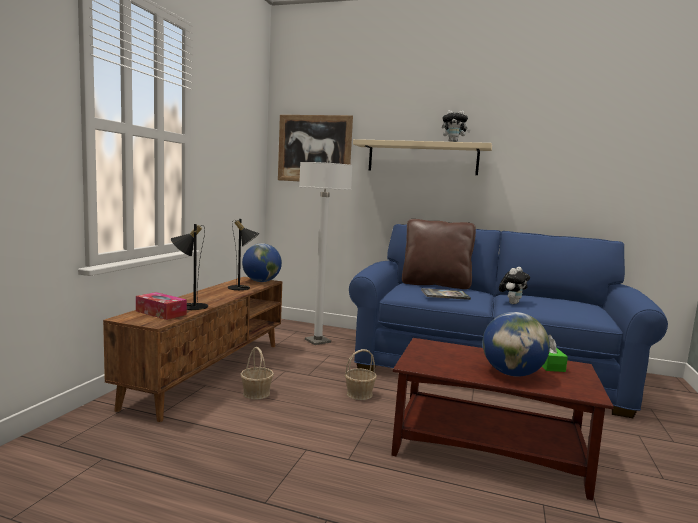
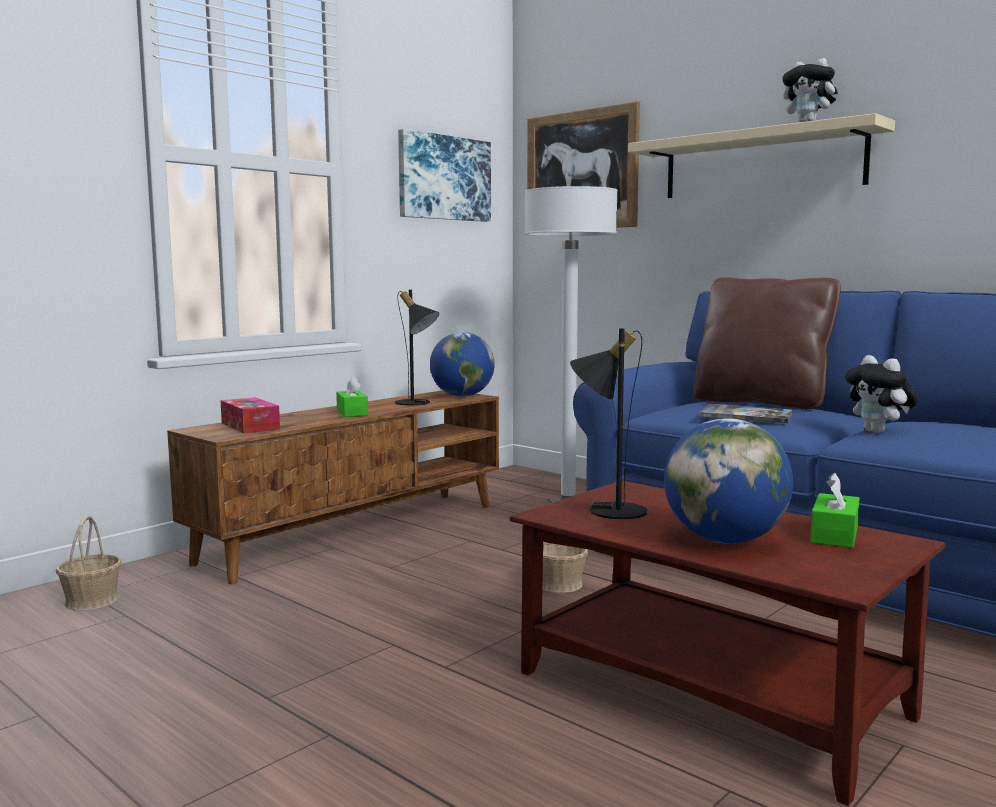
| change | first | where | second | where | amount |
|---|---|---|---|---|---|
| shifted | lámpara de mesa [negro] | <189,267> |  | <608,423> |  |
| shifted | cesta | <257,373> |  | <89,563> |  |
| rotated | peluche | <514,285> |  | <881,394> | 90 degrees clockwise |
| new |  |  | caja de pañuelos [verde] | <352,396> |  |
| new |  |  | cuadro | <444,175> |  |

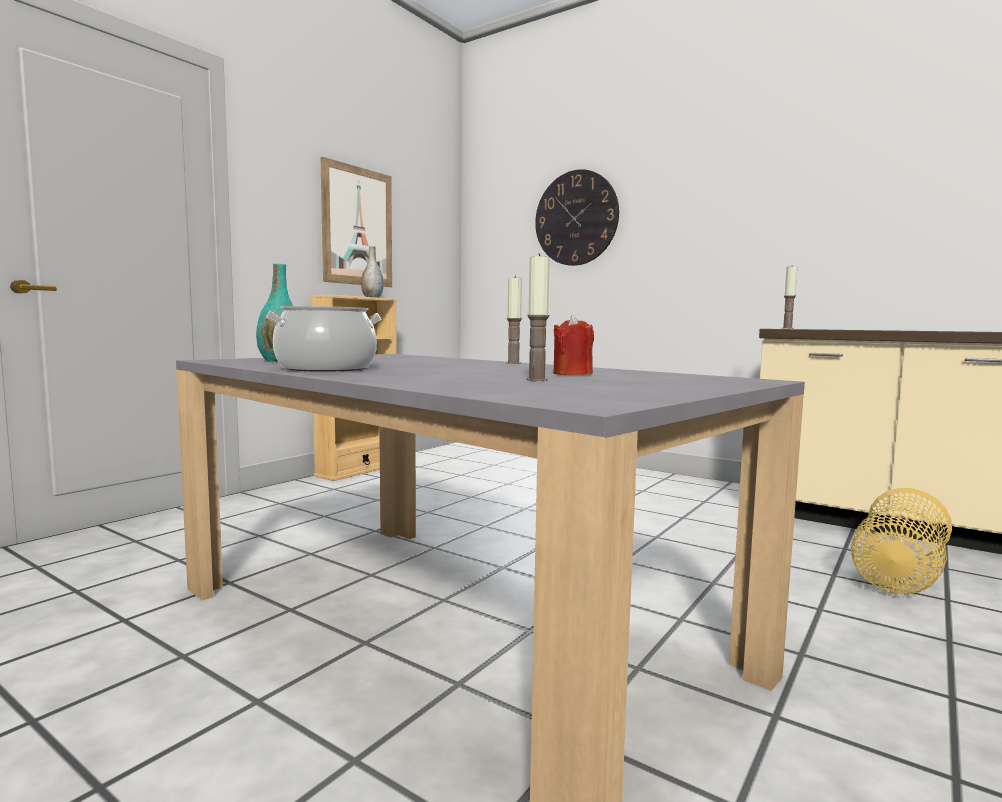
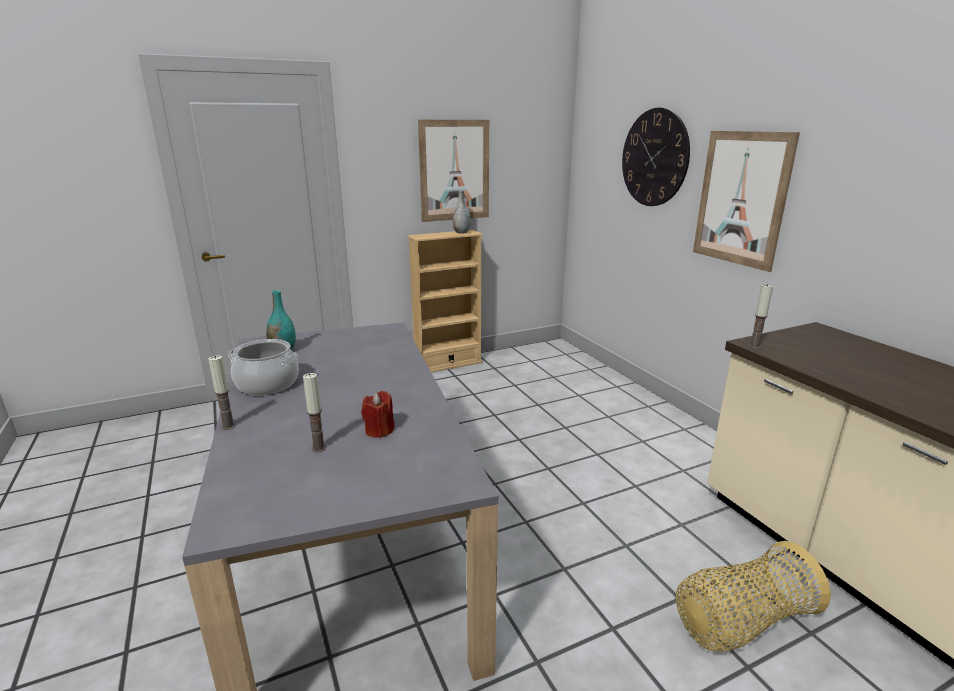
| change | first | where | second | where | amount |
|---|---|---|---|---|---|
| shifted | vela | <514,319> |  | <222,392> |  |
| new |  |  | cuadro | <746,201> |  |

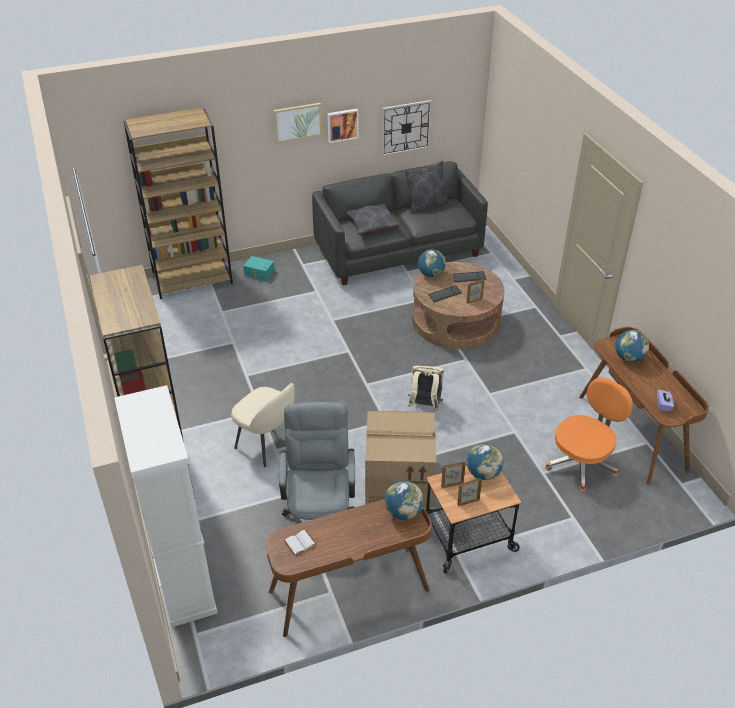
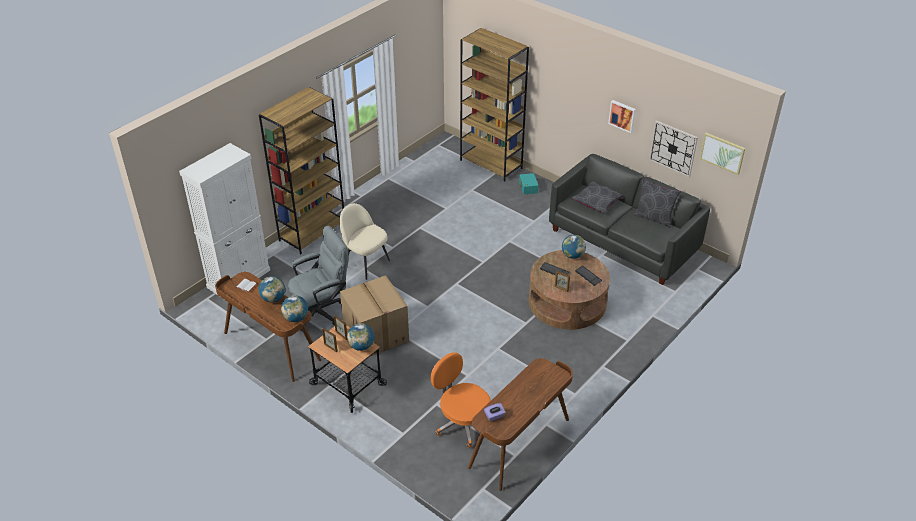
| change | first | where | second | where | amount |
|---|---|---|---|---|---|
| rotated | silla [beis] | <263,425> |  | <365,241> | 120 degrees clockwise |
| shifted | cuadro | <297,123> |  | <722,154> |  |
| gone | mochila [beis] | <426,388> |  |  |  |
| rotated | silla de oficina [naranja] | <589,435> |  | <461,400> | 150 degrees counterclockwise |
| shifted | globo terráqueo | <632,346> |  | <272,289> |  |

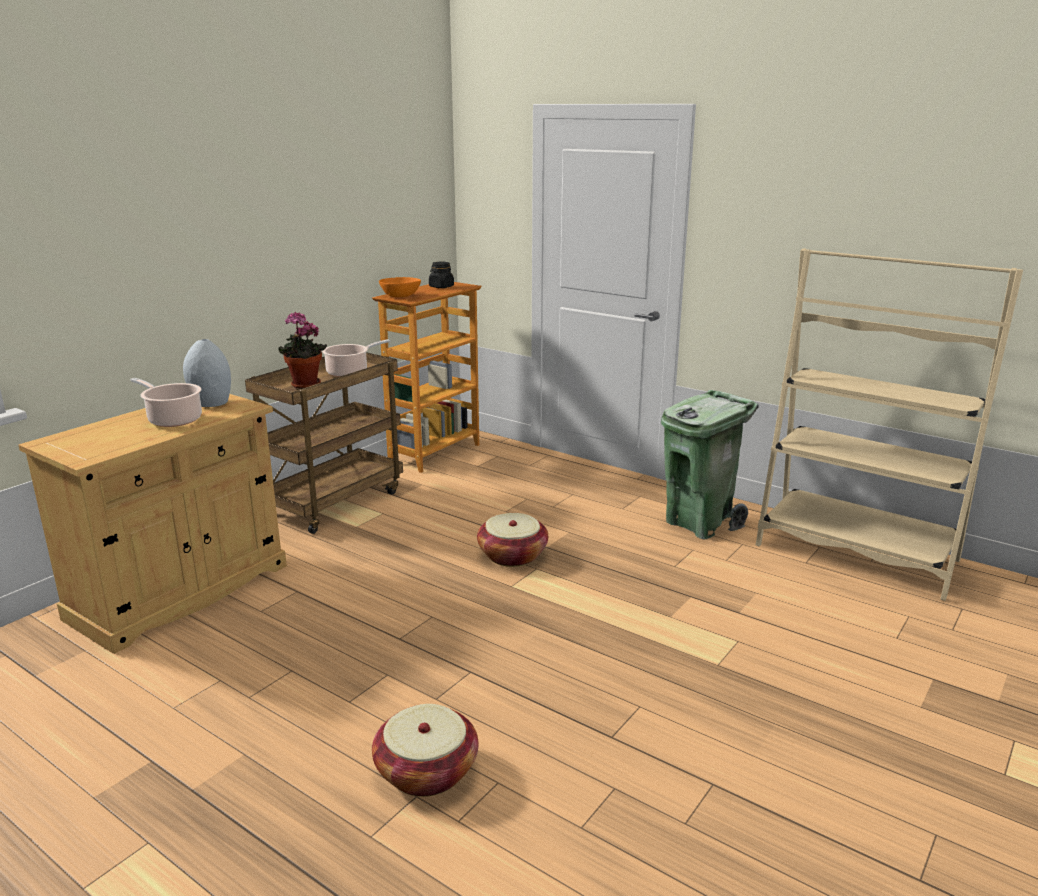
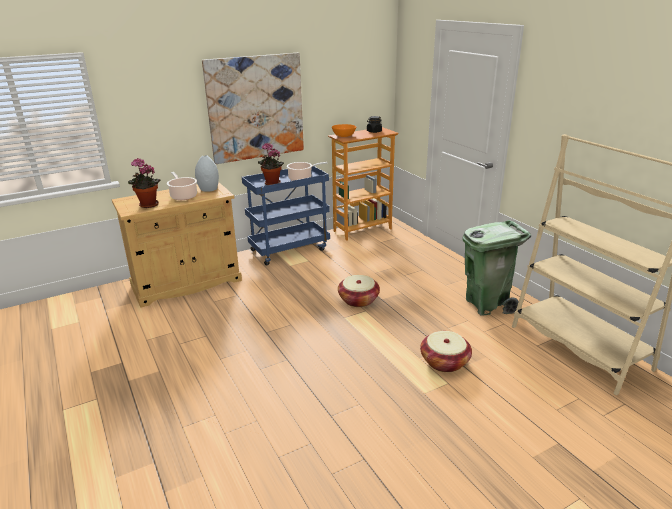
| change | first | where | second | where | amount |
|---|---|---|---|---|---|
| repainted | carrito [marrón] | <324,443> | carrito [azul] | <286,216> |  |
| shifted | cesta | <425,750> |  | <446,351> |  |
| new |  |  | planta en maceta | <144,183> |  |
| new |  |  | cuadro | <253,108> |  |

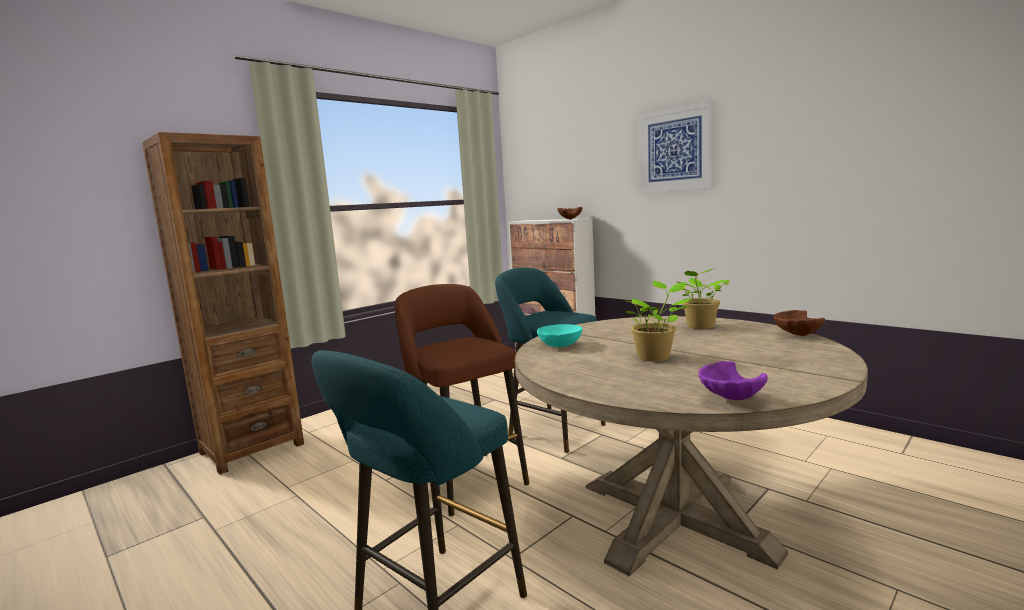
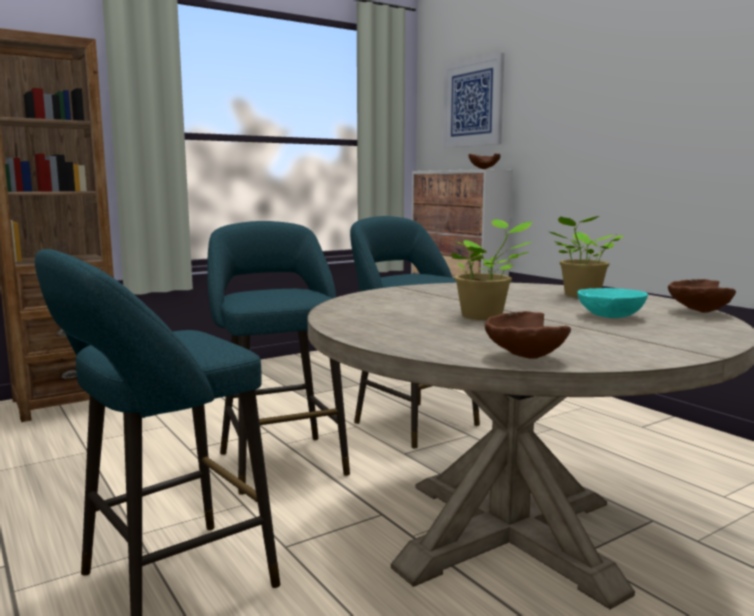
| change | first | where | second | where | amount |
|---|---|---|---|---|---|
| repainted | taburete [marrón] | <462,400> | taburete [turquesa] | <278,358> |  |
| shifted | cuenco [turquesa] | <560,335> |  | <613,303> |  |
| shifted | cuadro | <676,147> |  | <473,100> |  |
| repainted | cuenco [morado] | <733,380> | cuenco [marrón] | <528,335> |  |

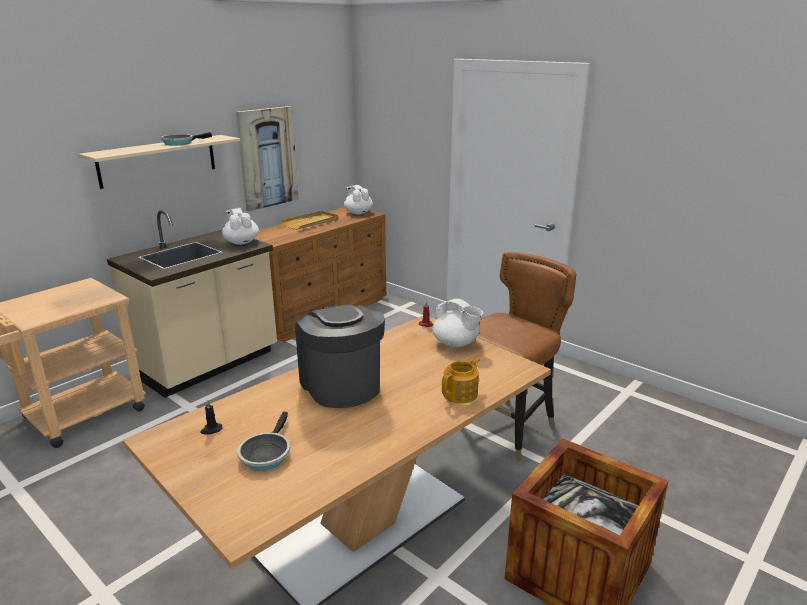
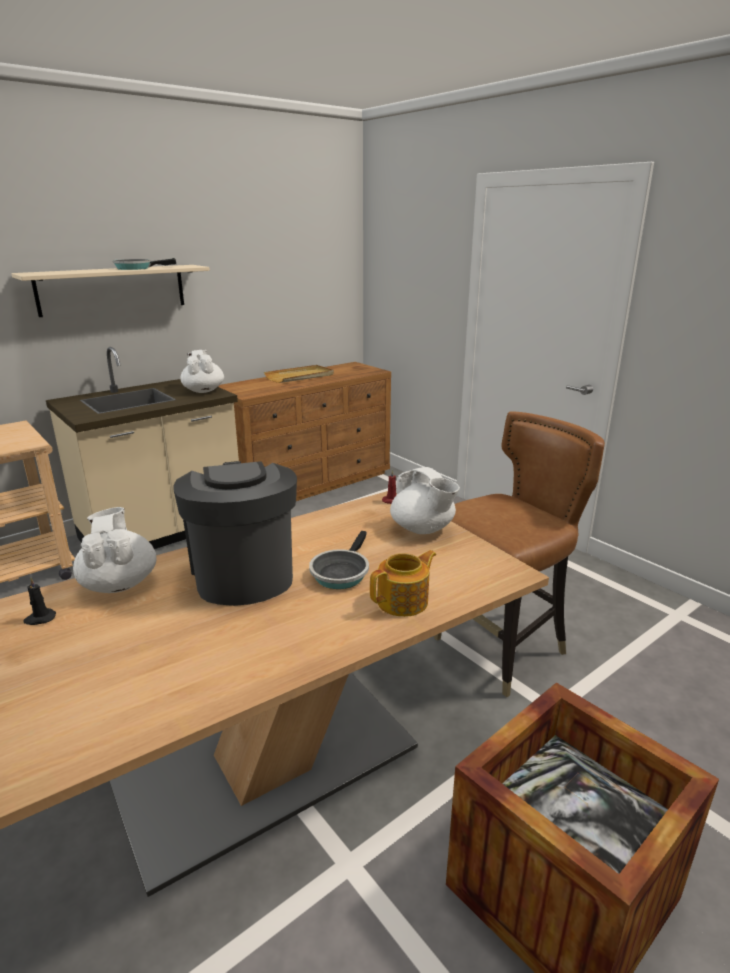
| change | first | where | second | where | amount |
|---|---|---|---|---|---|
| gone | cuadro | <267,158> |  |  |  |
| shifted | sartén | <263,441> |  | <339,560> |  |
| shifted | tetera [blanco] | <358,200> |  | <115,550> |  |

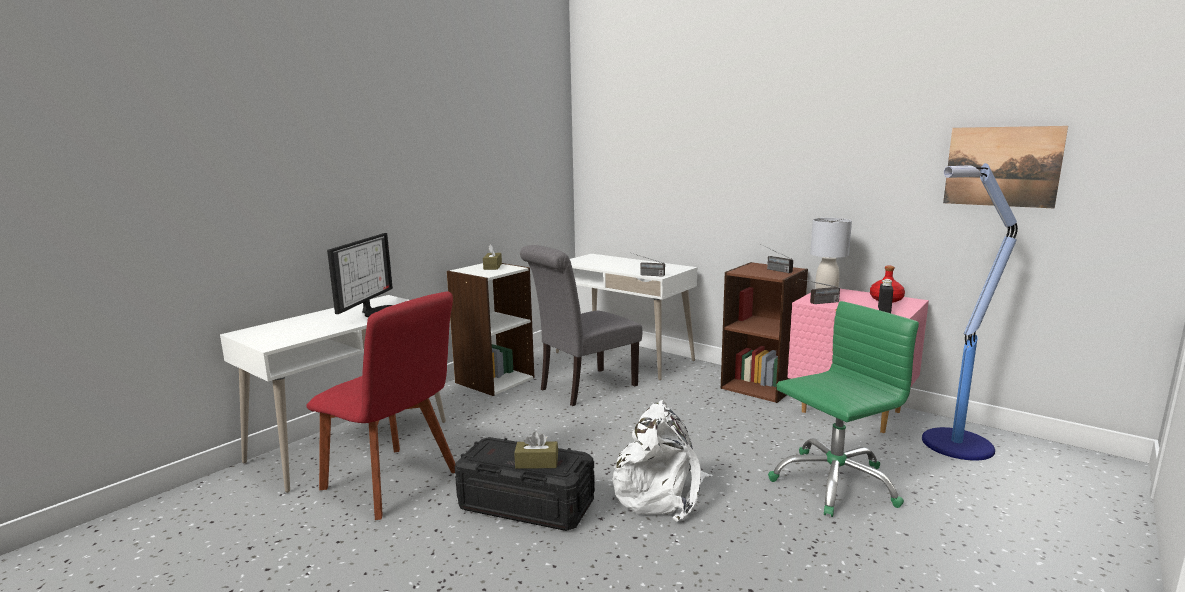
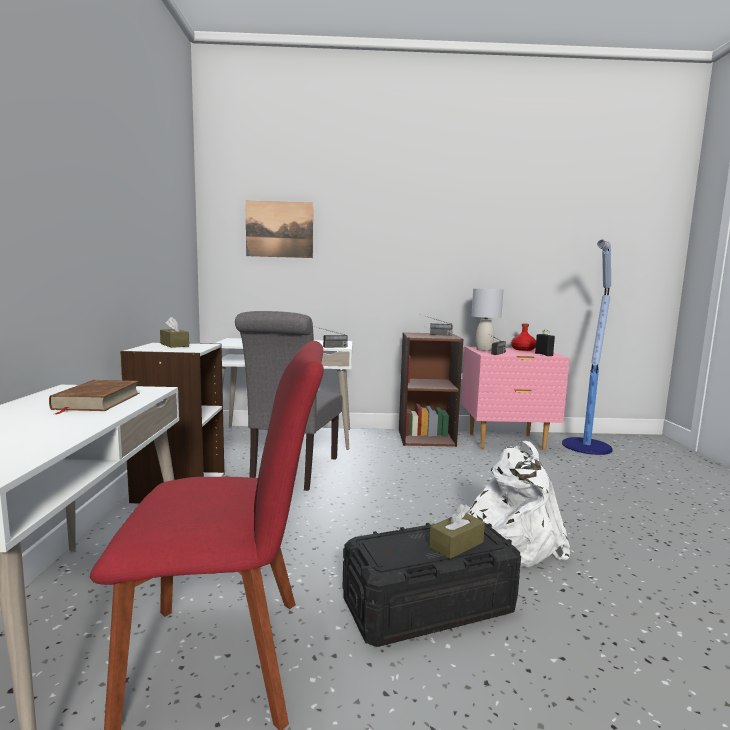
| change | first | where | second | where | amount |
|---|---|---|---|---|---|
| swapped | monitor | <360,275> | libro [marrón] | <94,397> |  |
| gone | silla de oficina [verde] | <843,409> |  |  |  |
| shifted | cuadro | <1005,167> |  | <279,229> |  |

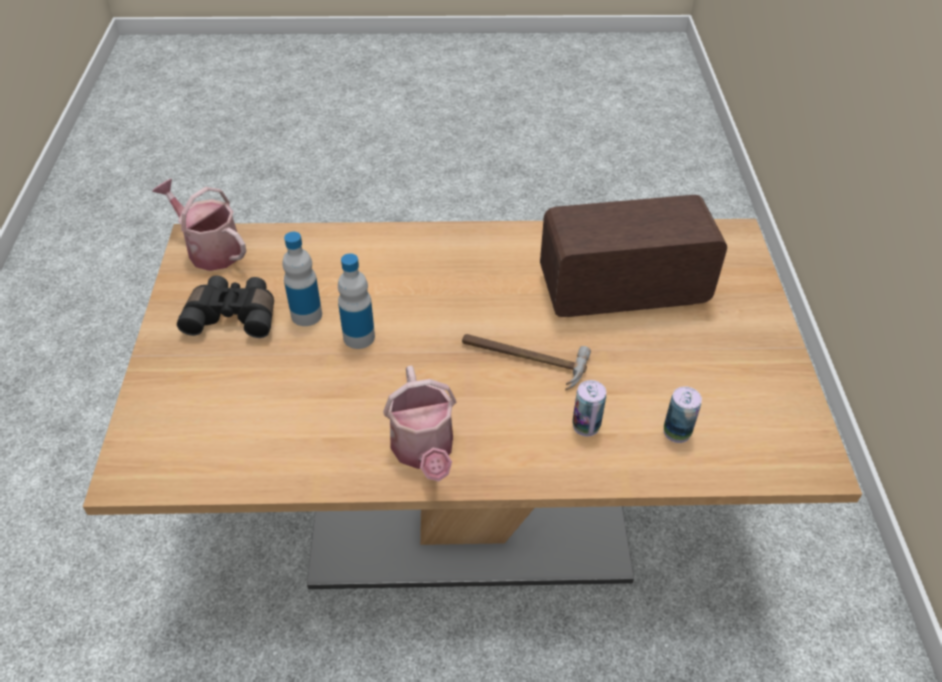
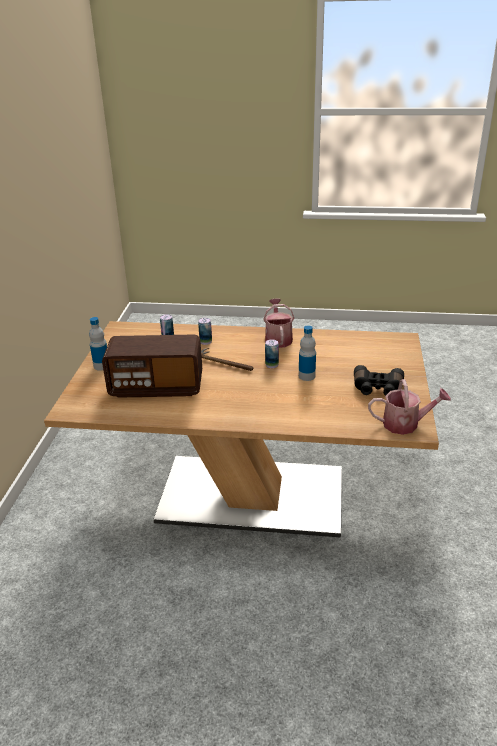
| change | first | where | second | where | amount |
|---|---|---|---|---|---|
| rotated | regadera | <199,225> |  | <409,407> | 45 degrees counterclockwise |
| shifted | botella | <302,279> |  | <98,344> |  |
| new |  |  | lata | <272,354> |  |

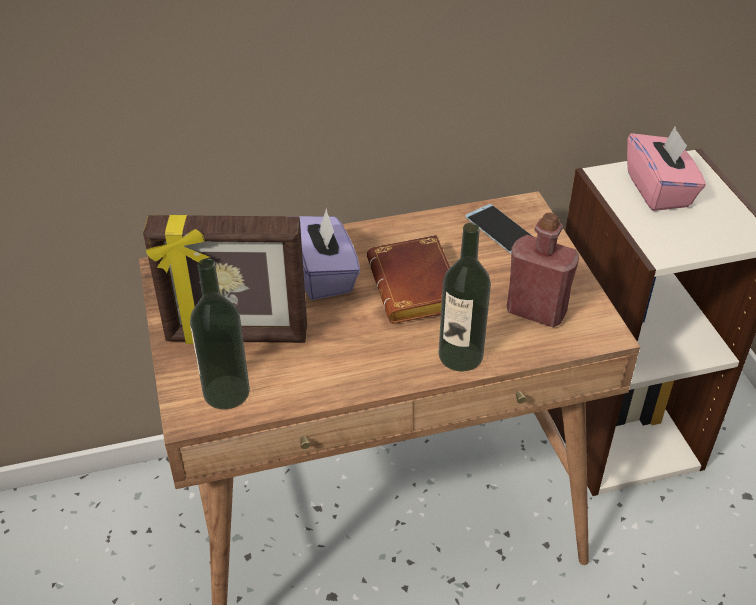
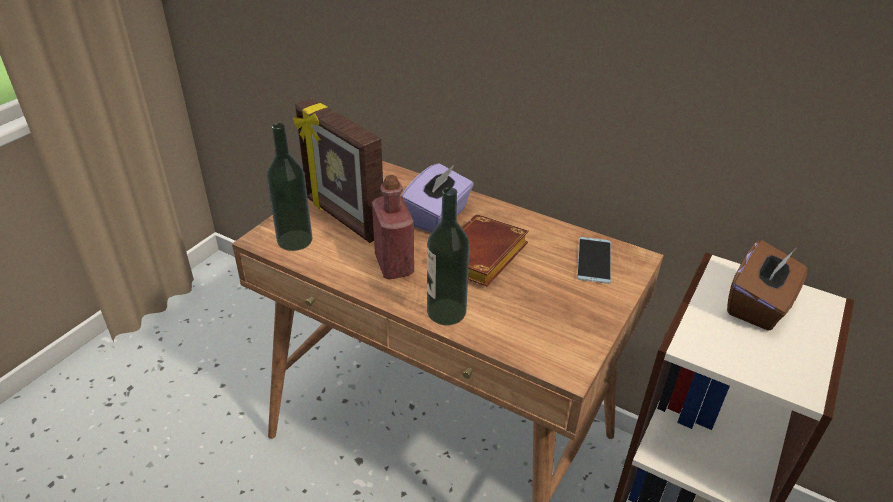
| change | first | where | second | where | amount |
|---|---|---|---|---|---|
| shifted | botella [rojo] | <543,270> |  | <393,227> |  |
| repainted | caja de pañuelos [rosa] | <666,169> | caja de pañuelos [marrón] | <767,285> |  |

